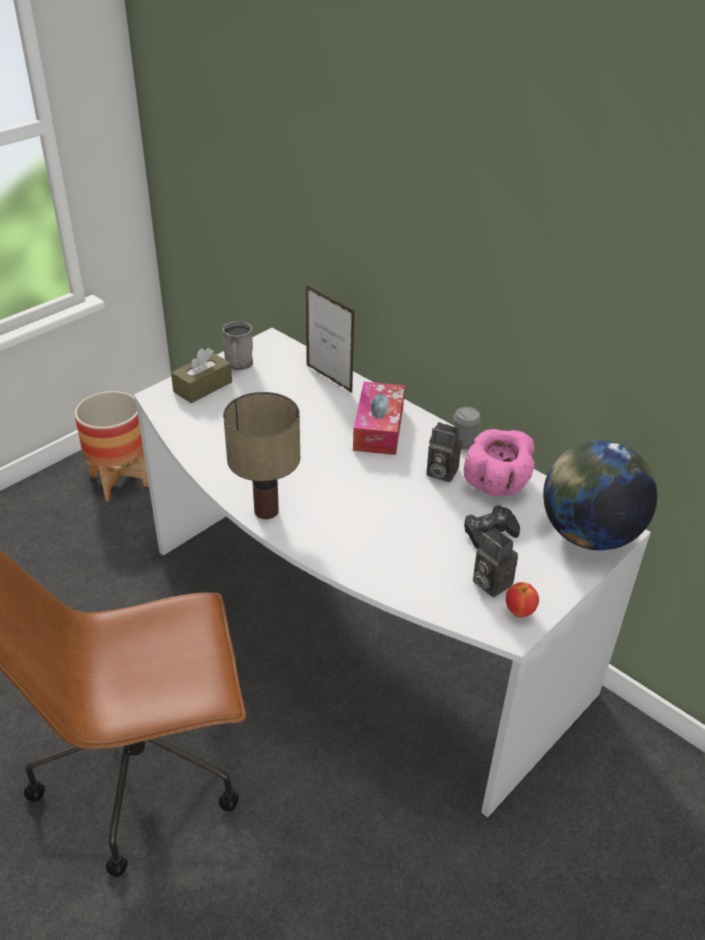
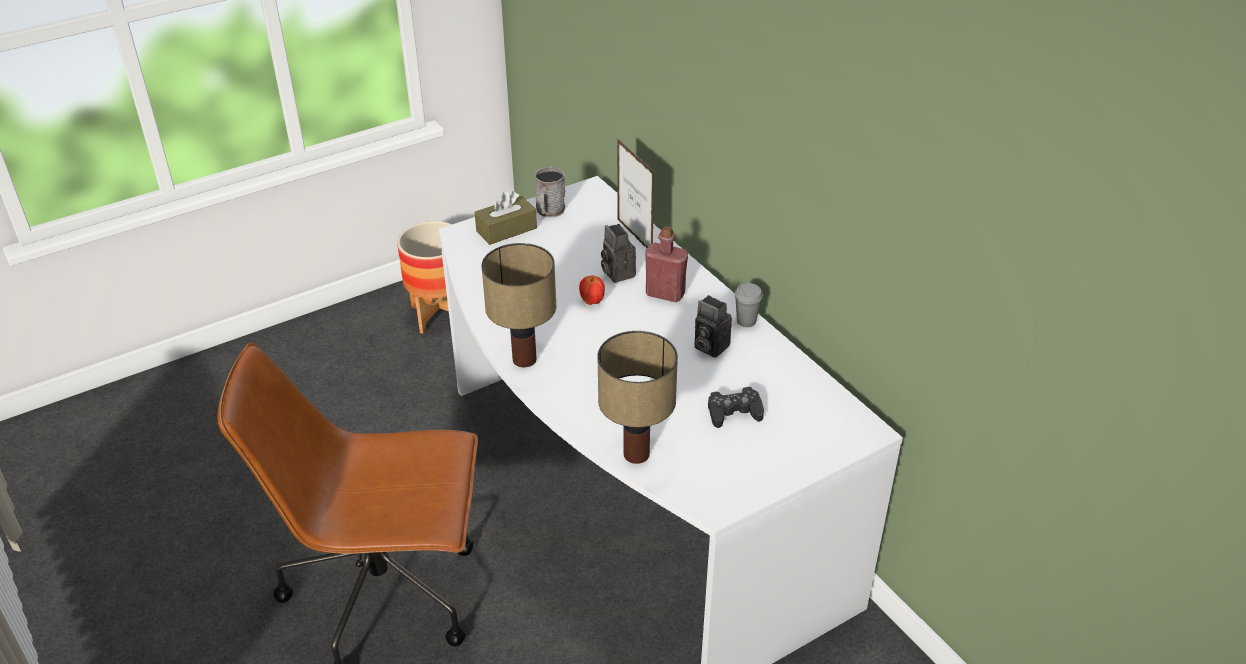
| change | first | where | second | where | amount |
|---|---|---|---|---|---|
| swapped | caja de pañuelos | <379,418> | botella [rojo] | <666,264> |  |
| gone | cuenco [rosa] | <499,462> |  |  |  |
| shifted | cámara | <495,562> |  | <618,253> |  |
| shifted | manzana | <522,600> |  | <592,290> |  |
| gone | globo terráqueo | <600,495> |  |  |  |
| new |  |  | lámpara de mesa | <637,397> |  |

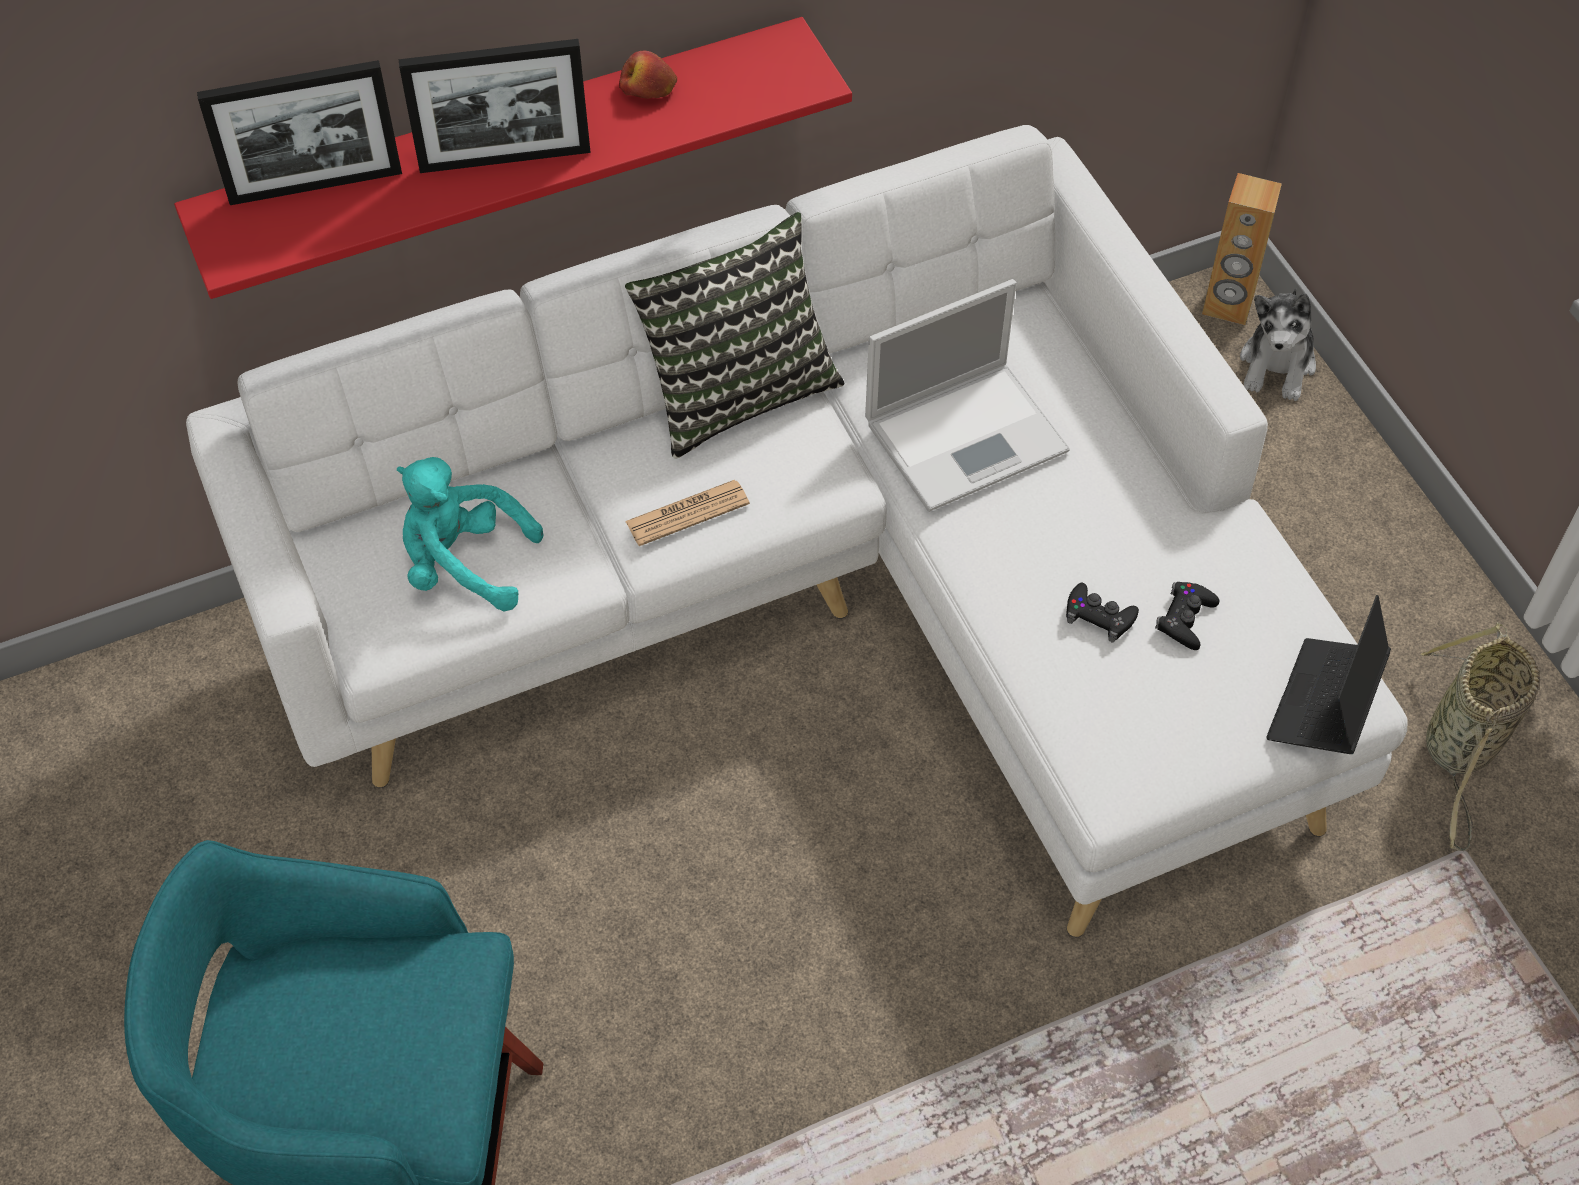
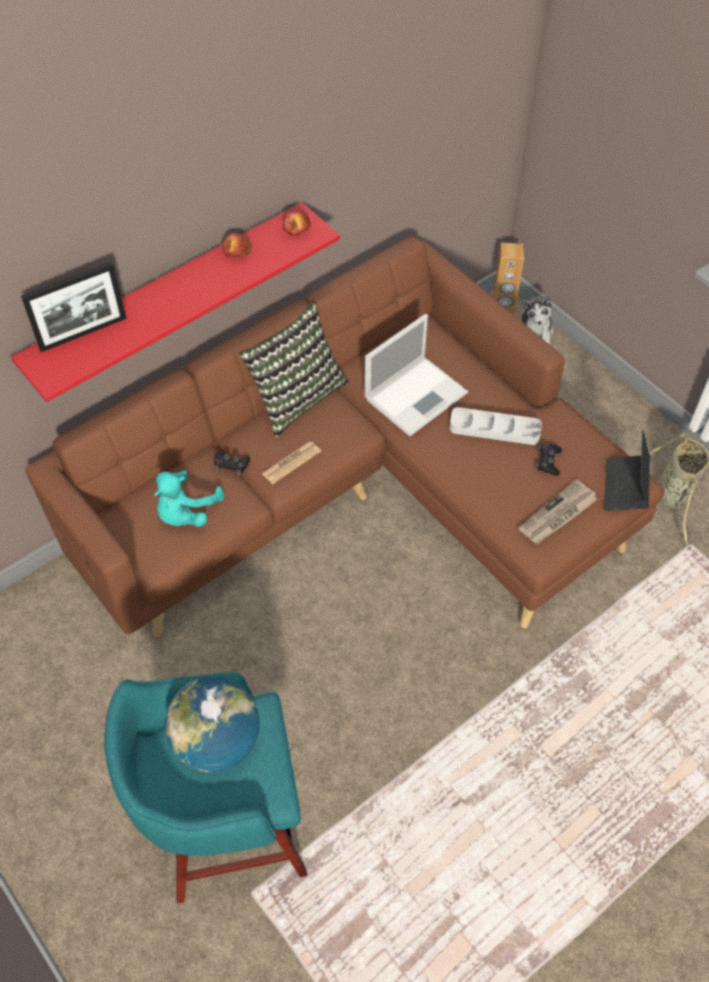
| change | first | where | second | where | amount |
|---|---|---|---|---|---|
| repainted | sofá [blanco] | <796,531> | sofá [marrón] | <345,437> |  |
| rotated | peluche [turquesa] | <470,534> |  | <189,498> | 60 degrees counterclockwise |
| gone | portarretratos | <495,106> |  |  |  |
| shifted | mando de consola [negro] | <1102,612> |  | <232,463> |  |
| new |  |  | globo terráqueo | <212,725> |  |
| new |  |  | manzana | <297,223> |  |
| new |  |  | bandeja [gris] | <495,426> |  |
| new |  |  | periódico | <558,511> |  |

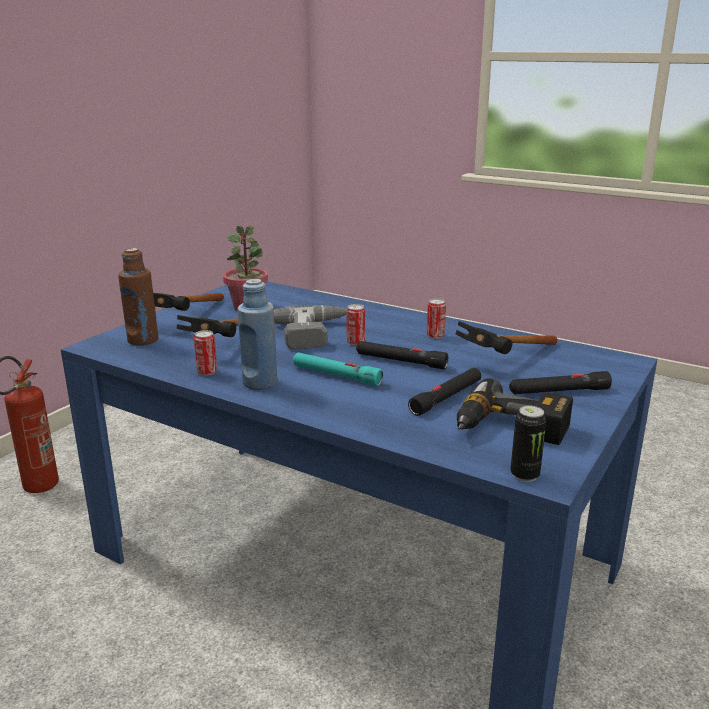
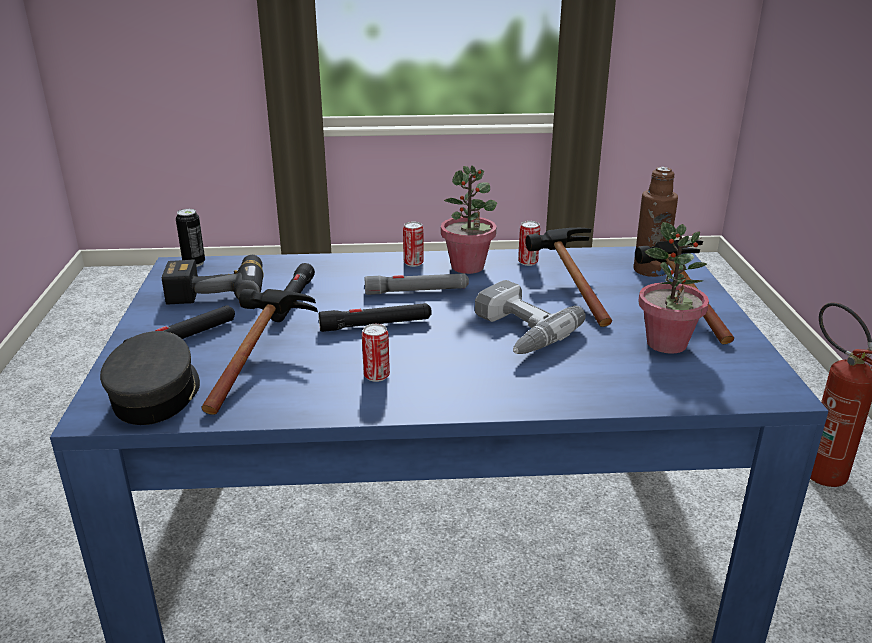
| change | first | where | second | where | amount |
|---|---|---|---|---|---|
| swapped | botella [azul] | <257,334> | planta en maceta | <469,220> |  |
| repainted | linterna [turquesa] | <338,369> | linterna [gris] | <417,284> |  |
| shifted | lata | <355,324> |  | <413,244> |  |
| new |  |  | gorra [gris] | <150,378> |  |

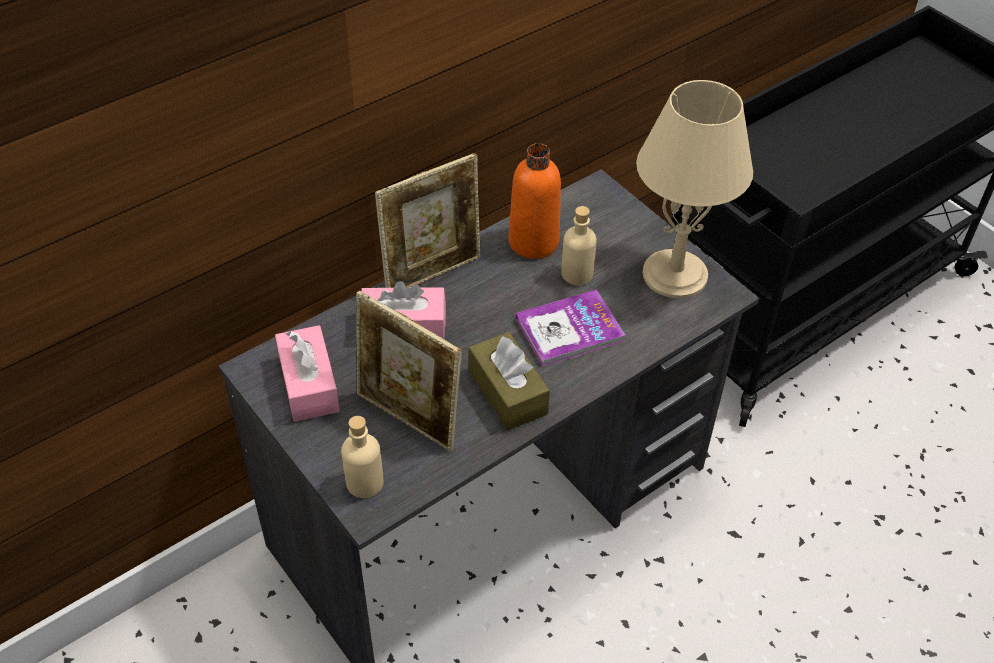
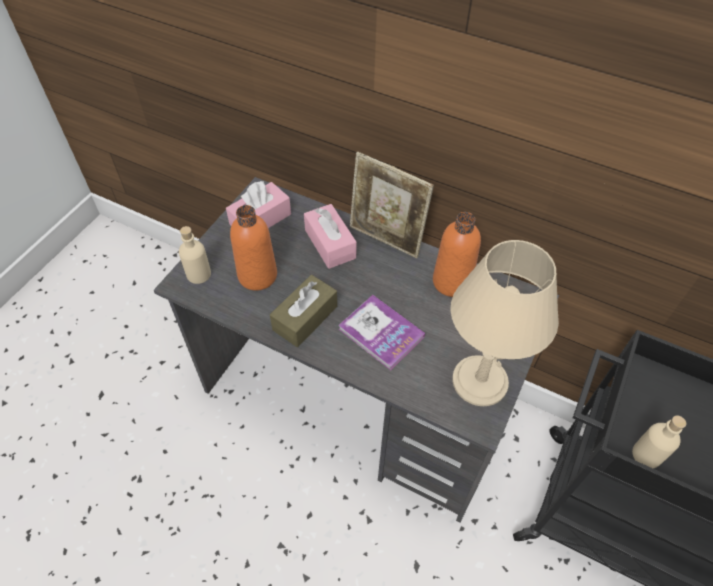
| change | first | where | second | where | amount |
|---|---|---|---|---|---|
| swapped | portarretratos | <409,371> | botella [naranja] | <253,248> |  |
| shifted | botella [beis] | <579,245> |  | <659,441> |  |

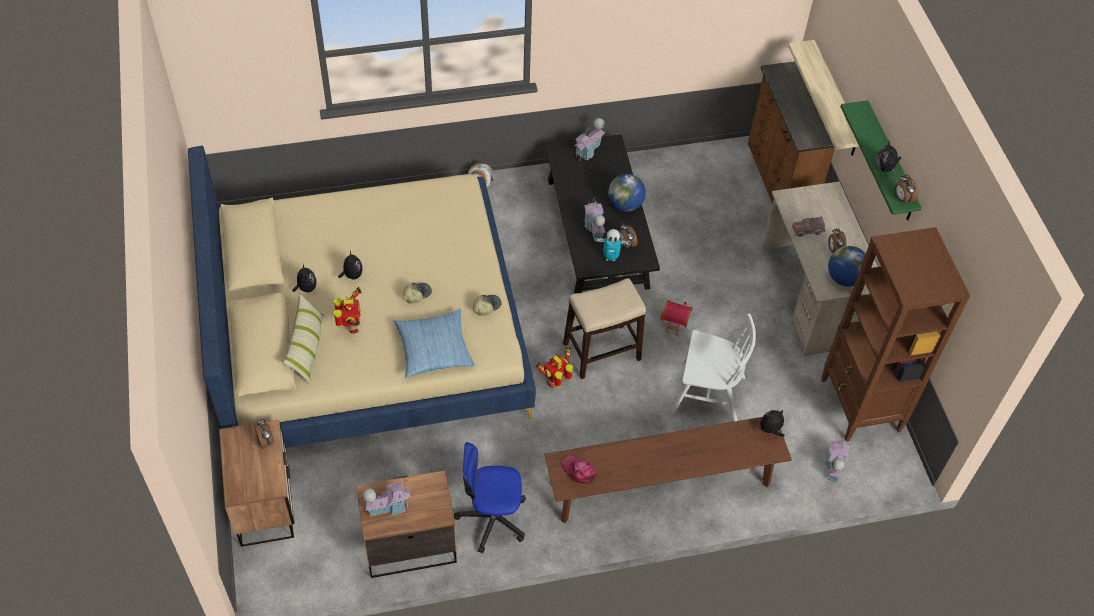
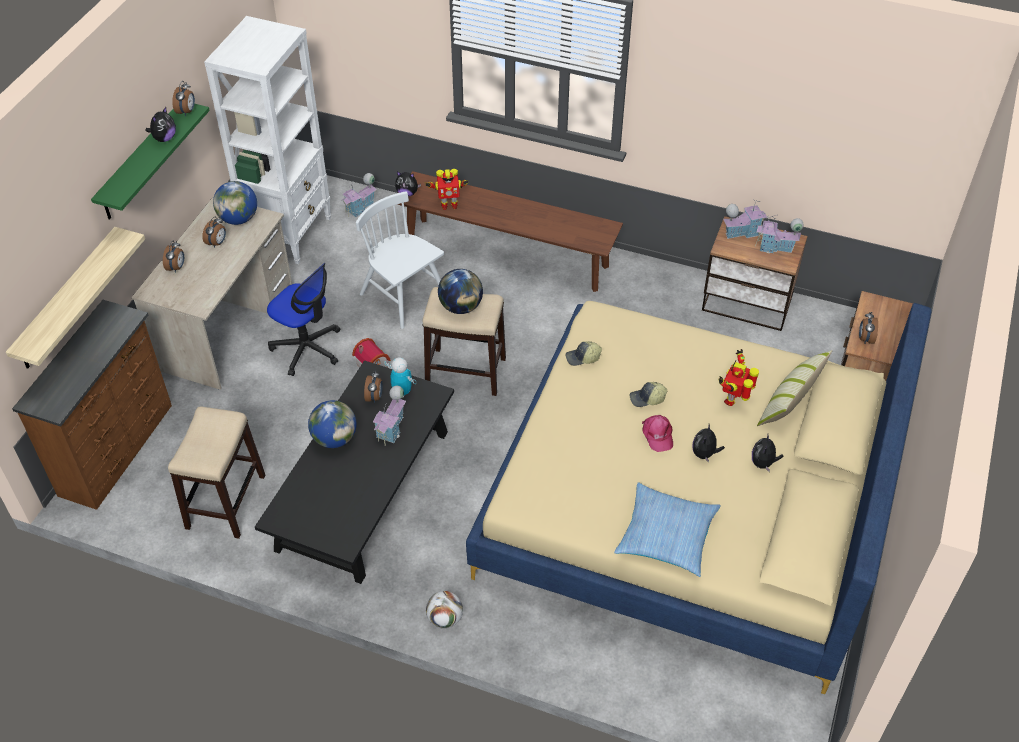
| change | first | where | second | where | amount |
|---|---|---|---|---|---|
| shifted | cojín | <434,343> |  | <667,530> |  |
| shifted | silla de oficina | <490,497> |  | <303,319> |  |
| shifted | robot de juguete | <554,367> |  | <447,189> |  |
| shifted | gorra [rosa] | <579,469> |  | <657,433> |  |
| shifted | casita | <590,139> |  | <745,219> |  |
| gone | camión de juguete | <809,227> |  |  |  |
| repainted | estantería [marrón] | <895,334> | estantería [blanco] | <267,140> |  |
| new |  |  | despertador | <173,257> |  |
| new |  |  | taburete | <216,473> |  |
| new |  |  | globo terráqueo | <460,291> |  |

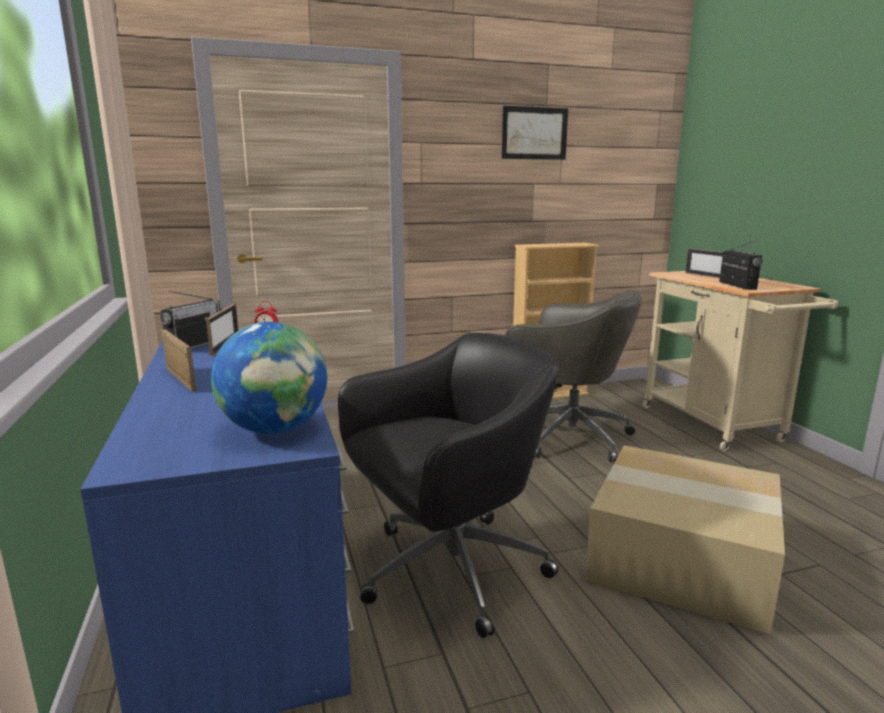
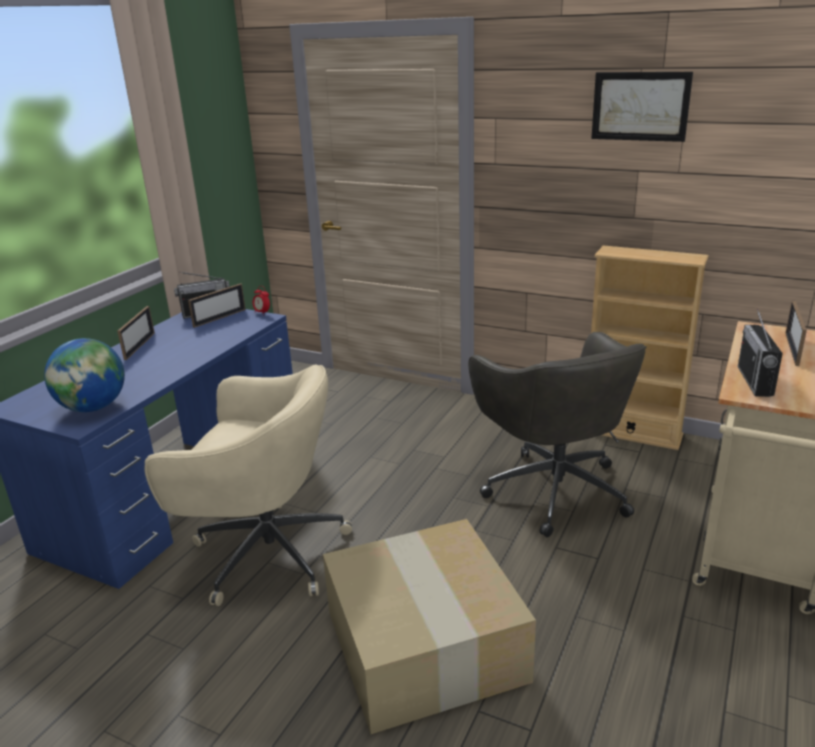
| change | first | where | second | where | amount |
|---|---|---|---|---|---|
| repainted | silla de oficina [negro] | <448,485> | silla de oficina [beis] | <248,485> |  |
| rotated | radio | <741,265> |  | <760,352> | 150 degrees clockwise |

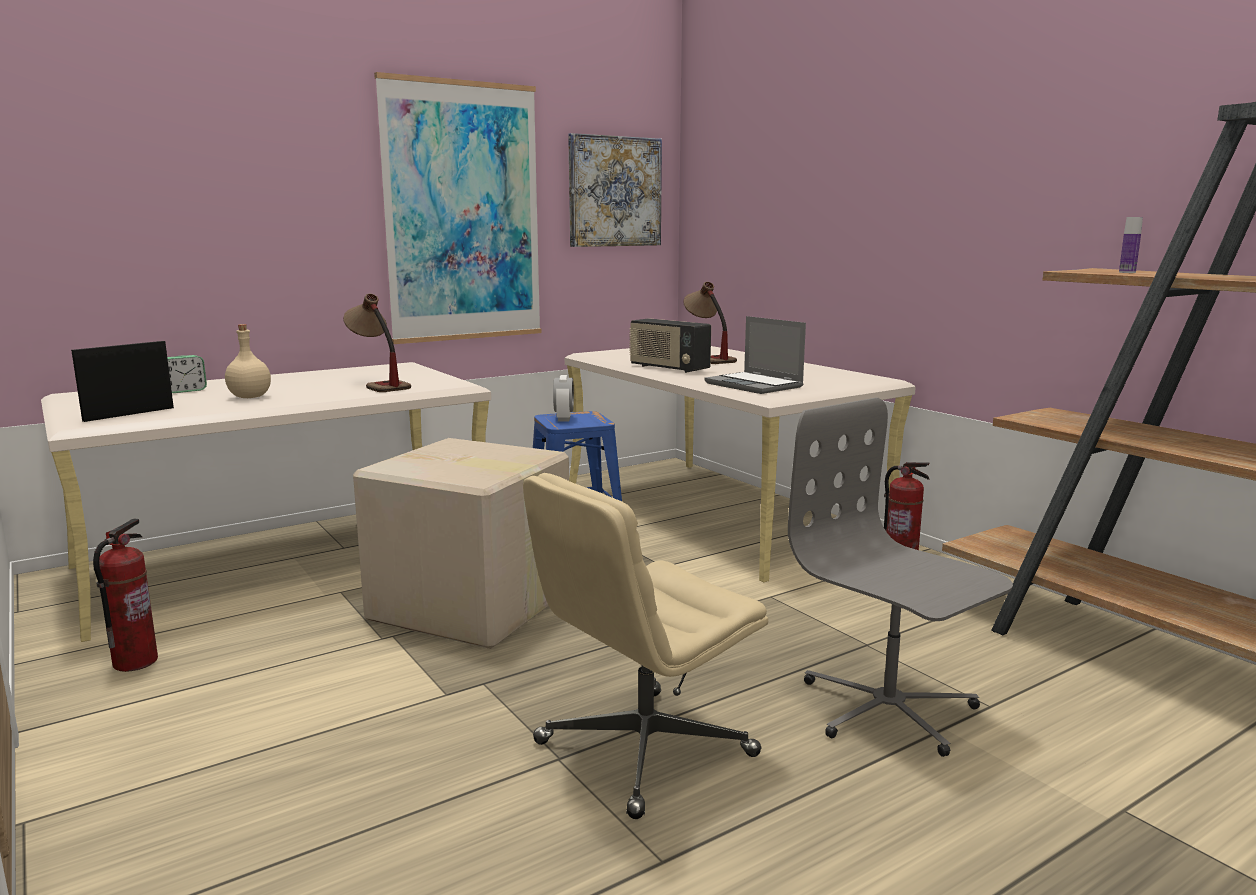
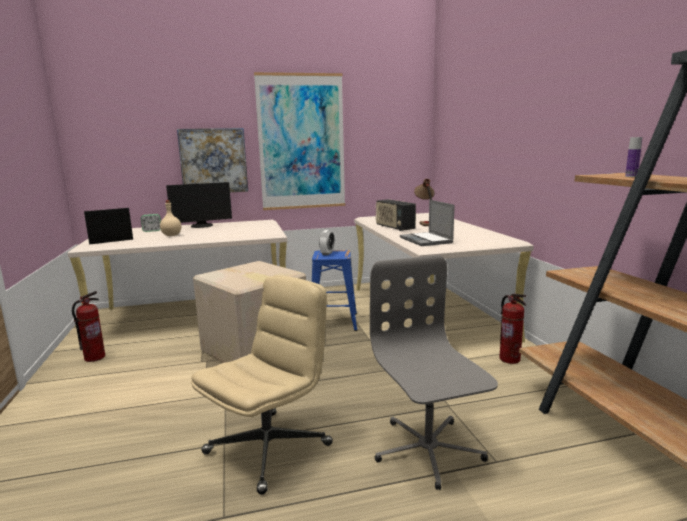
| change | first | where | second | where | amount |
|---|---|---|---|---|---|
| gone | lámpara de mesa | <377,343> |  |  |  |
| rotated | silla de oficina [beis] | <645,646> |  | <262,385> | 150 degrees clockwise |
| shifted | cuadro | <615,190> |  | <212,160> |  |
| new |  |  | monitor | <199,205> |  |

